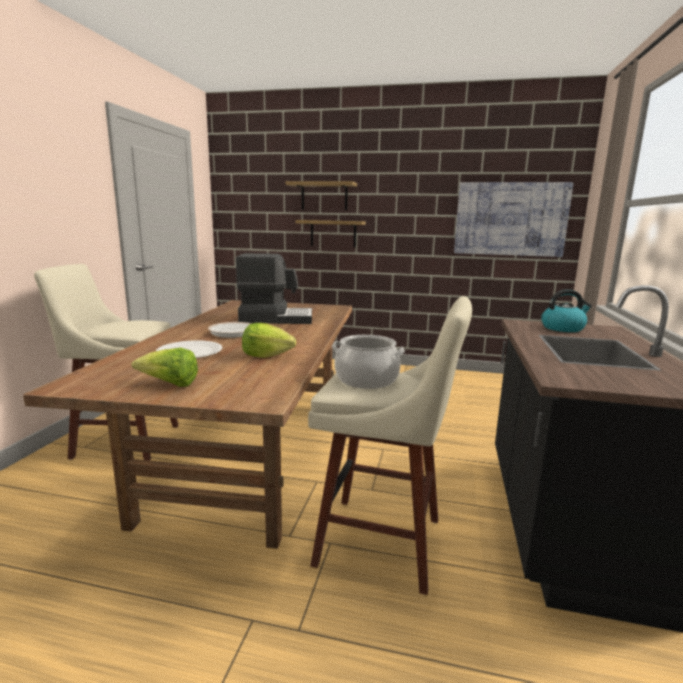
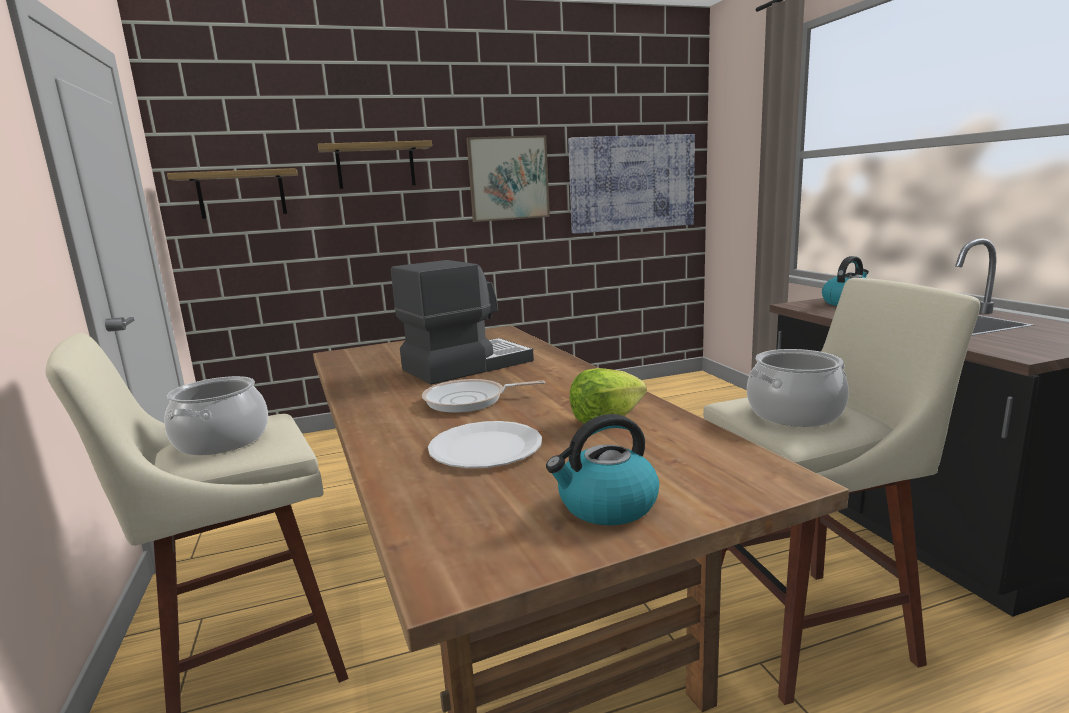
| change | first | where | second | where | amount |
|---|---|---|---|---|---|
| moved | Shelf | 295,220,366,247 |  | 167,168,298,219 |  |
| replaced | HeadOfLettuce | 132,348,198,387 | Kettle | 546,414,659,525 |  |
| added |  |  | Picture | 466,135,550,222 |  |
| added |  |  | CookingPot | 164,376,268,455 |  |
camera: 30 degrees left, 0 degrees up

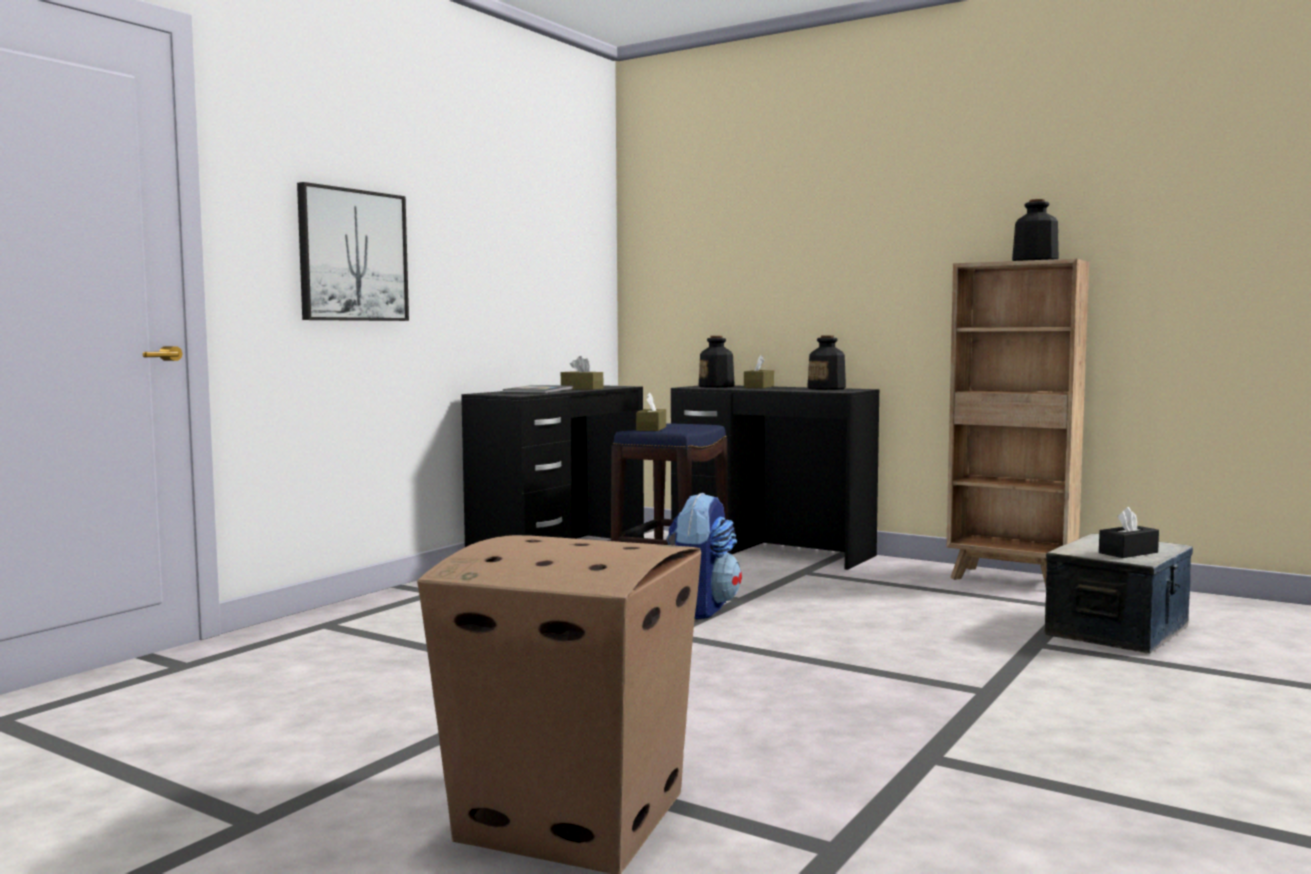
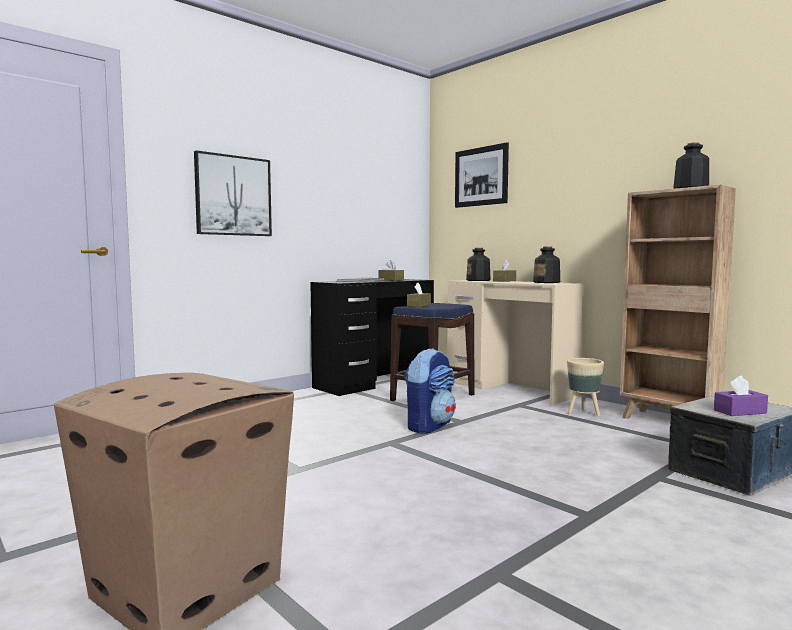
| change | first | where | second | where | amount |
|---|---|---|---|---|---|
| recoloured | BlackDeskTable | 671,385,879,570 | BeigeDeskTable | 447,280,583,406 |  |
| recoloured | BlackTissueHolder | 1099,507,1159,558 | PurplishTissueHolder | 714,376,768,416 |  |
| added |  |  | Picture | 455,142,509,208 |  |
| added |  |  | BeigePlanter | 567,358,604,416 |  |
camera: 15 degrees right, 0 degrees up

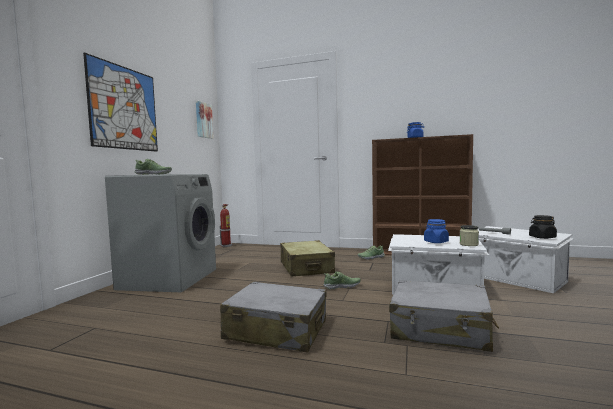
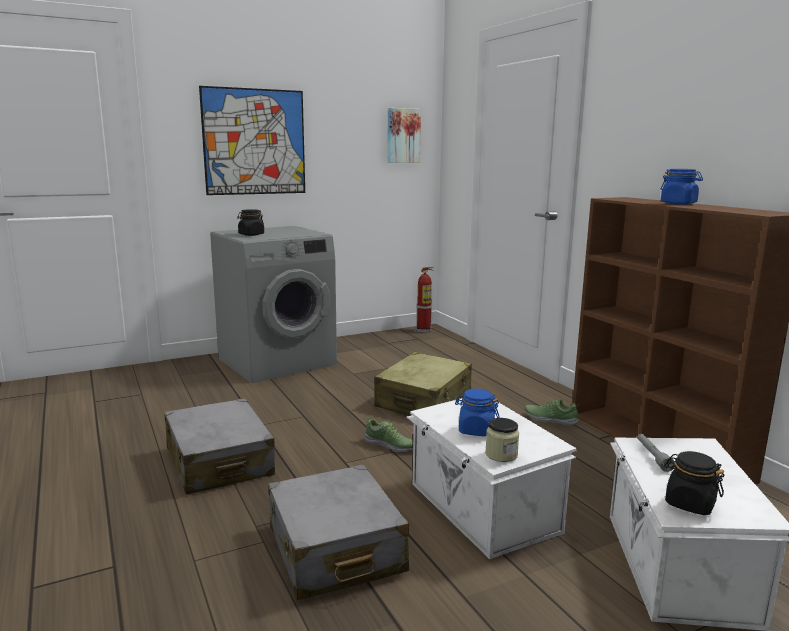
| change | first | where | second | where | amount |
|---|---|---|---|---|---|
| replaced | Shoe | 135,159,172,175 | BlackStorageJar | 237,209,264,236 |  |
camera: 45 degrees right, 10 degrees up

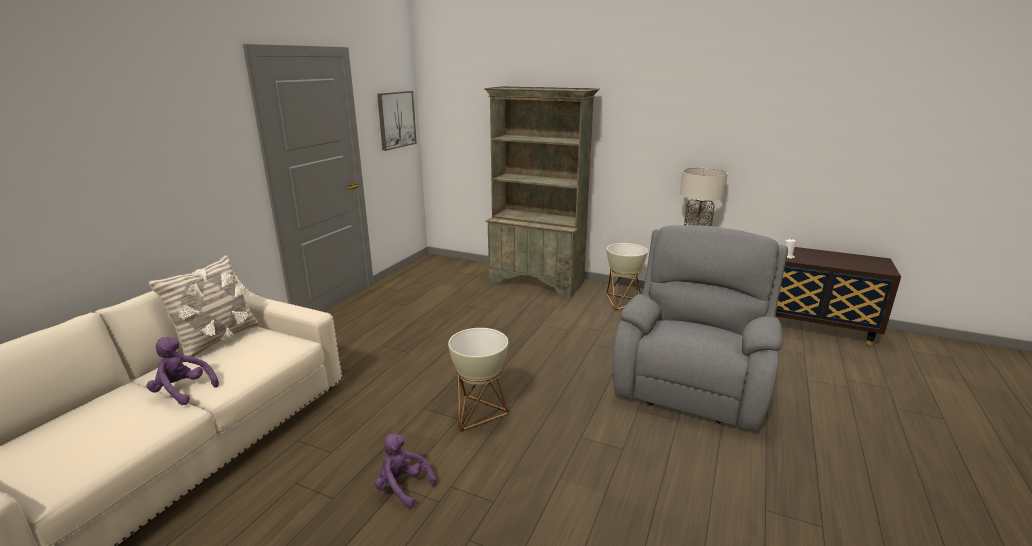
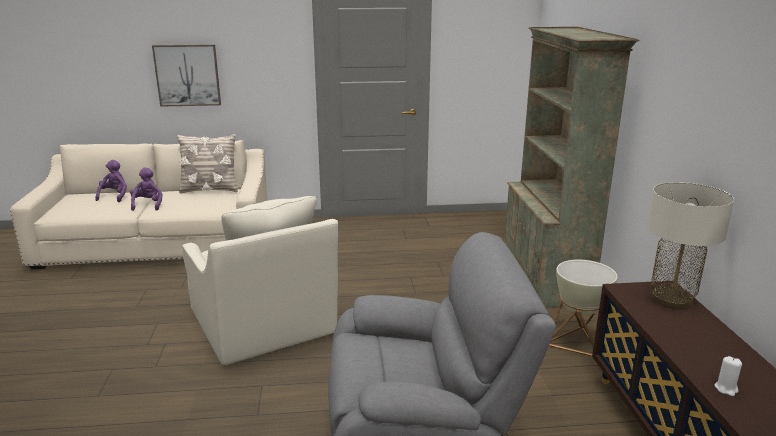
| change | first | where | second | where | amount |
|---|---|---|---|---|---|
| moved | Picture | 377,91,417,151 |  | 152,44,221,107 |  |
| replaced | Planter | 448,328,508,431 | BeigeArmchair | 182,196,338,365 |  |
| moved | PurplishSoftToy | 374,434,437,508 |  | 96,160,127,202 |  |
camera: 60 degrees right, 0 degrees up

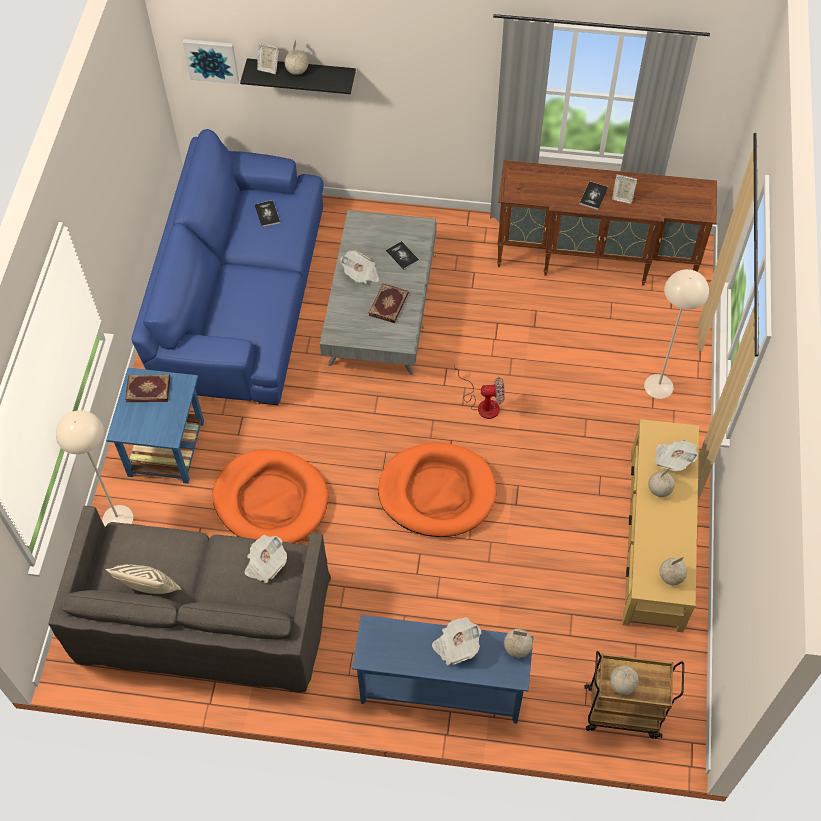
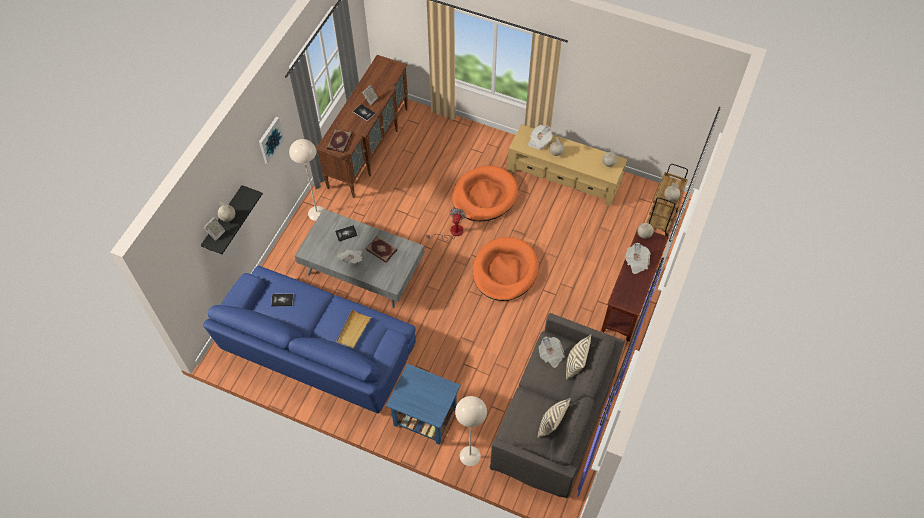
| change | first | where | second | where | amount |
|---|---|---|---|---|---|
| moved | Picture | 183,39,239,84 |  | 259,117,284,164 |  |
| moved | BeigeFloorLamp | 644,269,709,399 |  | 289,139,324,221 |  |
| moved | BoundBook | 125,375,170,402 |  | 327,129,352,153 |  |
| moved | OrangeColouredDogCushion | 212,450,328,543 |  | 452,165,518,221 |  |
| recoloured | BlueHallTable | 352,615,533,724 | BrownHallTable | 601,226,669,342 |  |
| added |  |  | BeigeTray | 336,309,371,349 |  |
| added |  |  | BeigeCushion | 566,335,591,379 |  |
camera: 75 degrees left, 0 degrees up

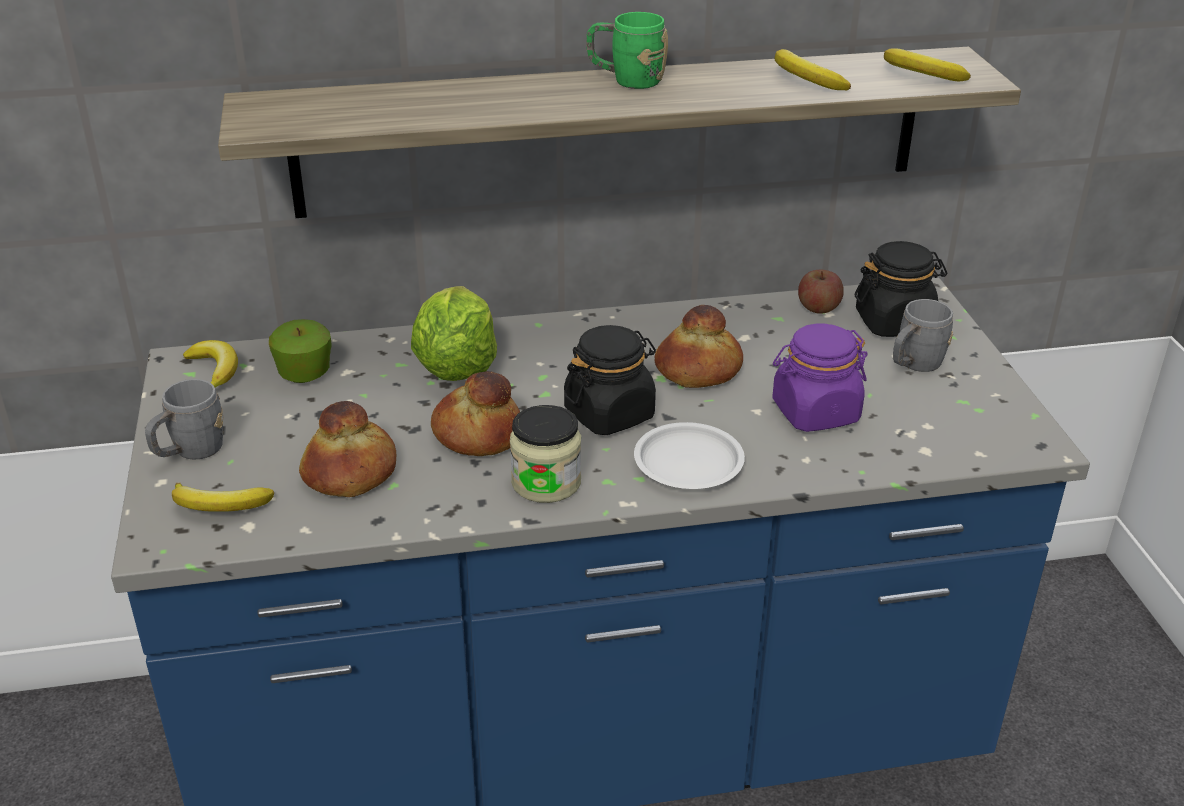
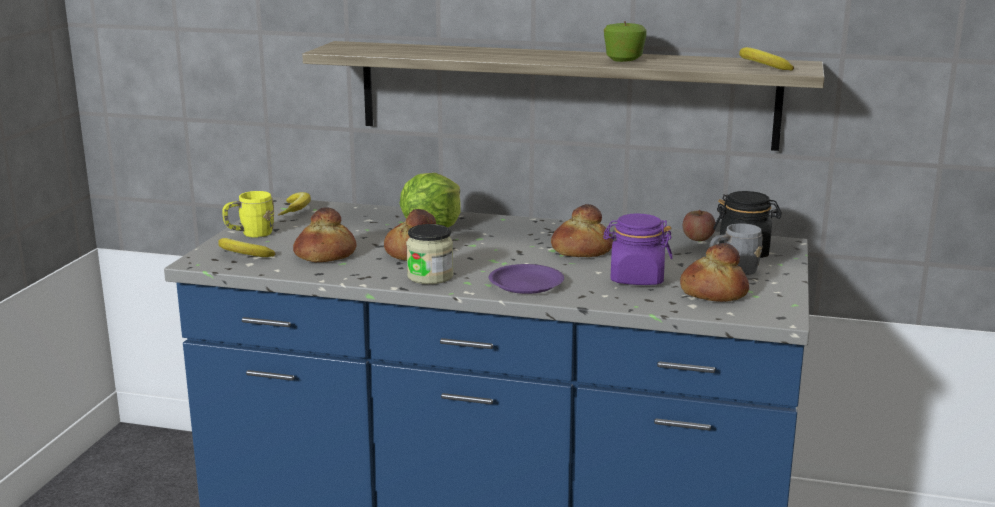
| change | first | where | second | where | amount |
|---|---|---|---|---|---|
| removed | GreenColouredTeaMug | 586,12,668,89 |  |  |  |
| removed | BananaFruit | 775,49,851,90 |  |  |  |
| moved | AppleFruit | 269,319,332,383 |  | 604,21,646,62 |  |
| removed | BlackStorageJar | 564,325,656,435 |  |  |  |
| recoloured | GrayTeaMug | 145,379,223,460 | YellowTeaMug | 222,191,274,238 |  |
| recoloured | WhitishDinnerPlate | 634,422,745,489 | PurplishDinnerPlate | 489,264,564,294 |  |
| added |  |  | BakeryBread | 680,243,749,302 |  |
camera: 25 degrees right, 15 degrees down

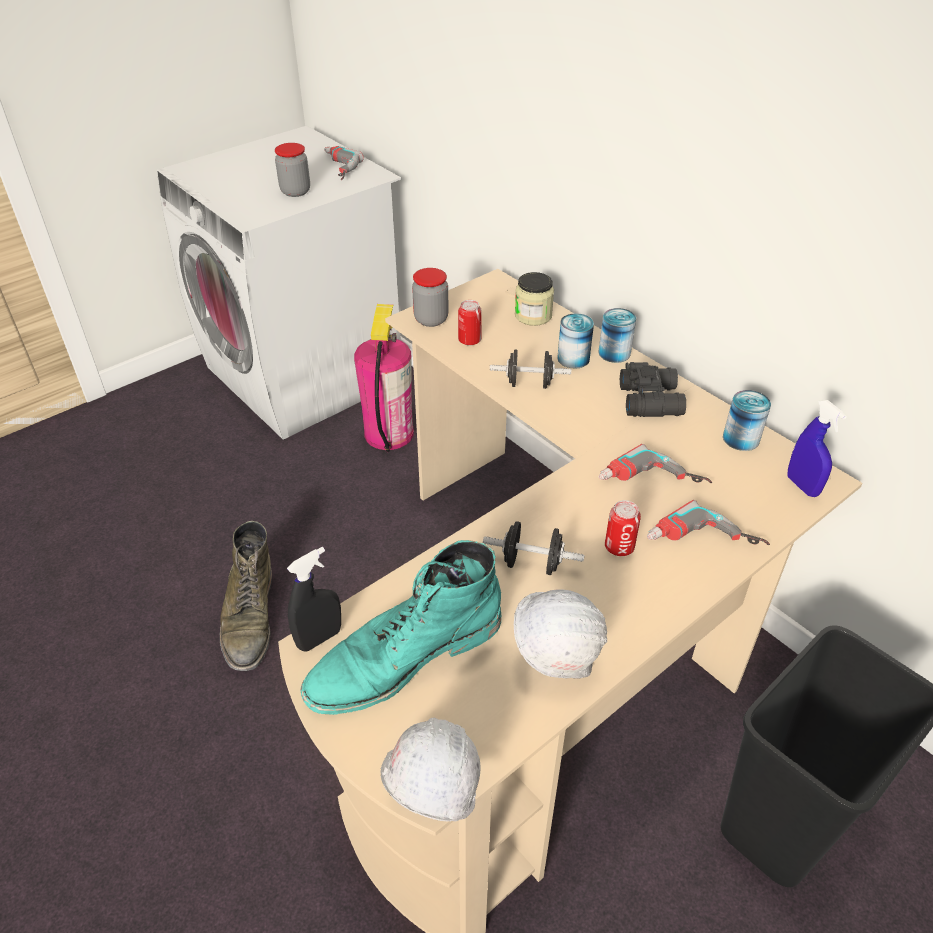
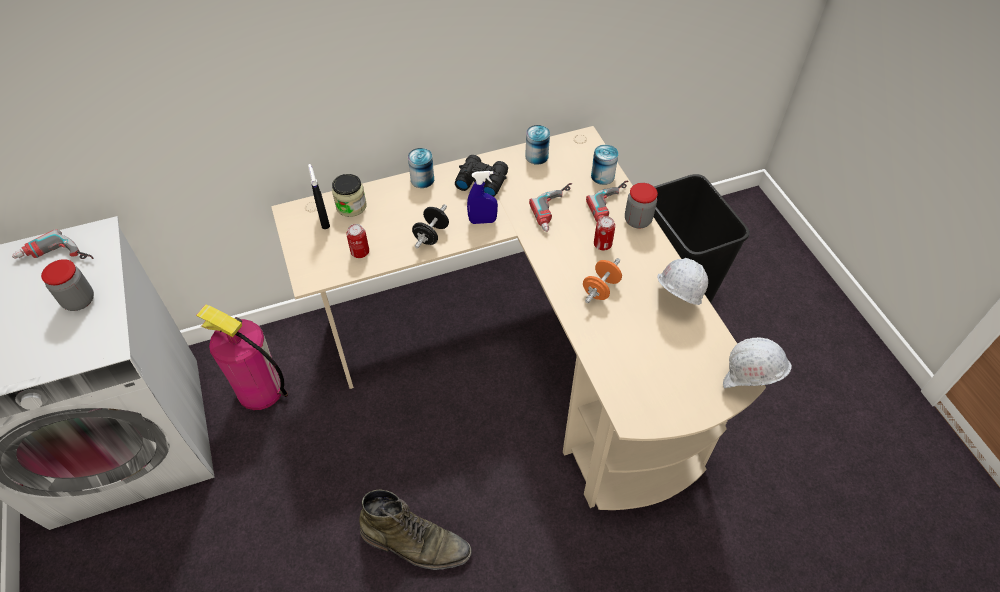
| change | first | where | second | where | amount |
|---|---|---|---|---|---|
| moved | StorageJar | 412,268,449,327 |  | 625,183,658,229 |  |
| moved | SealedCan | 557,313,594,369 |  | 591,145,618,185 |  |
| moved | BlueSprayBottle | 787,400,847,497 |  | 467,171,498,224 |  |
| recoloured | BlackFreeWeight | 483,522,585,575 | OrangeColouredFreeWeight | 583,258,622,303 |  |
| removed | TurquoiseColouredTallBoot | 300,540,501,715 |  |  |  |
| moved | BlackSprayBottle | 287,547,341,652 |  | 308,164,330,229 |  |
camera: 70 degrees left, 10 degrees up

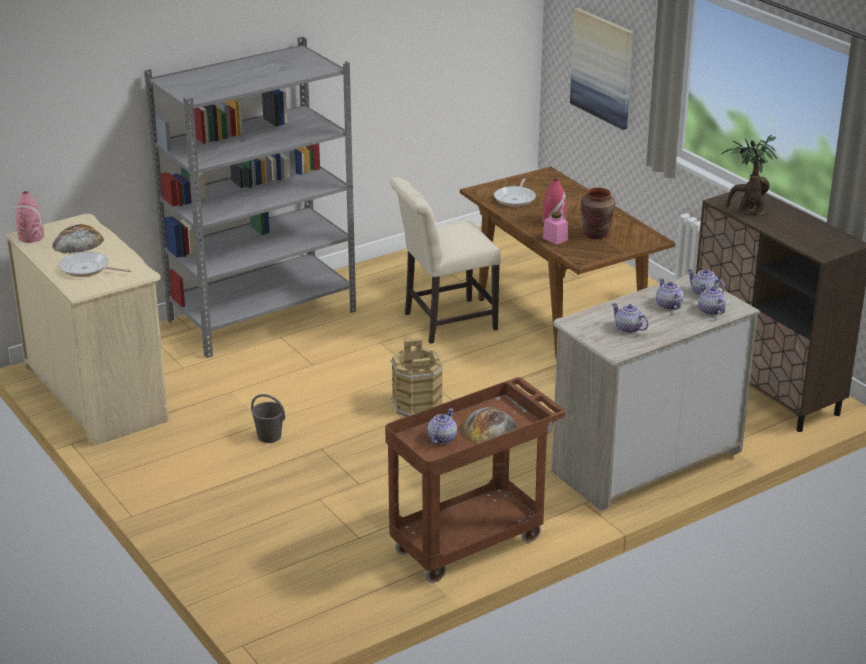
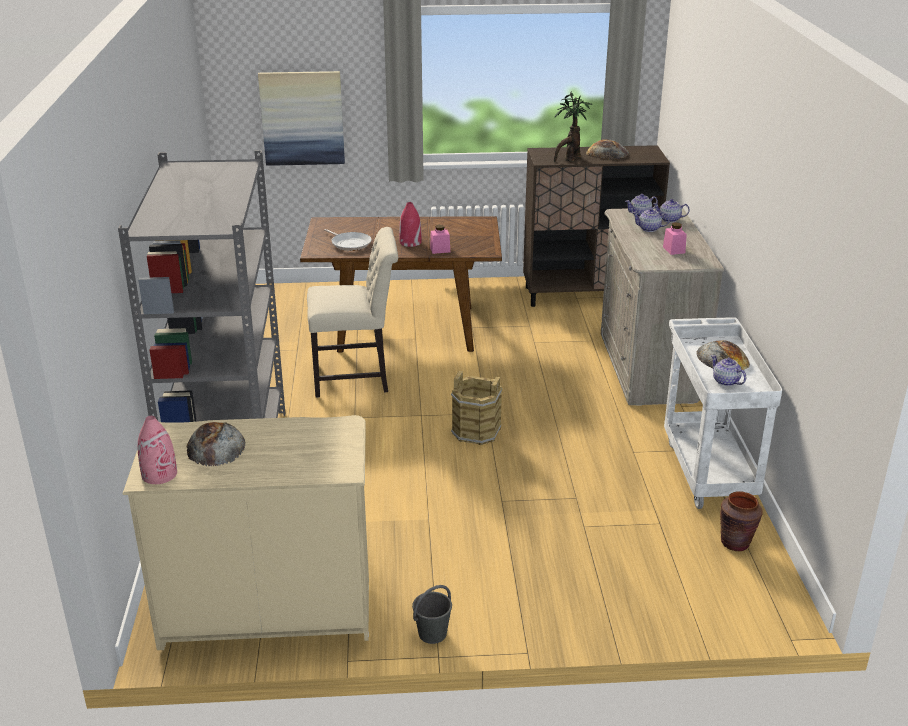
| change | first | where | second | where | amount |
|---|---|---|---|---|---|
| turned | BeigePlainChair | 390,177,501,344 |  | 307,227,398,398 | 105 degrees counterclockwise |
| moved | BrownDecorativeVase | 581,187,615,239 |  | 720,491,763,551 |  |
| removed | Pan | 59,252,132,277 |  |  |  |
| replaced | PotForTea | 611,303,649,333 | PinkishStorageJar | 663,222,687,255 |  |
| recoloured | BrownTrolley | 385,377,566,583 | WhitishTrolley | 664,317,782,509 |  |
| moved | GrayBucket | 251,394,285,443 |  | 412,585,452,644 |  |
| added |  |  | BakeryBread | 586,139,629,159 |  |
camera: 60 degrees left, 0 degrees up

